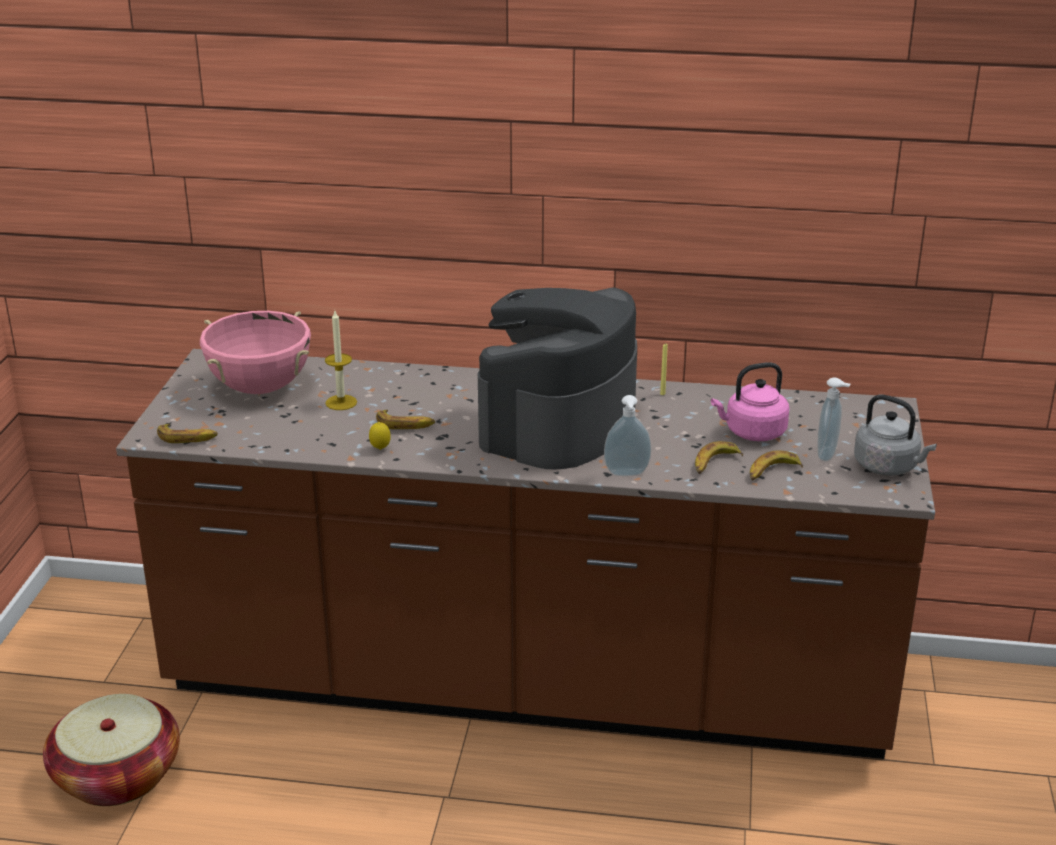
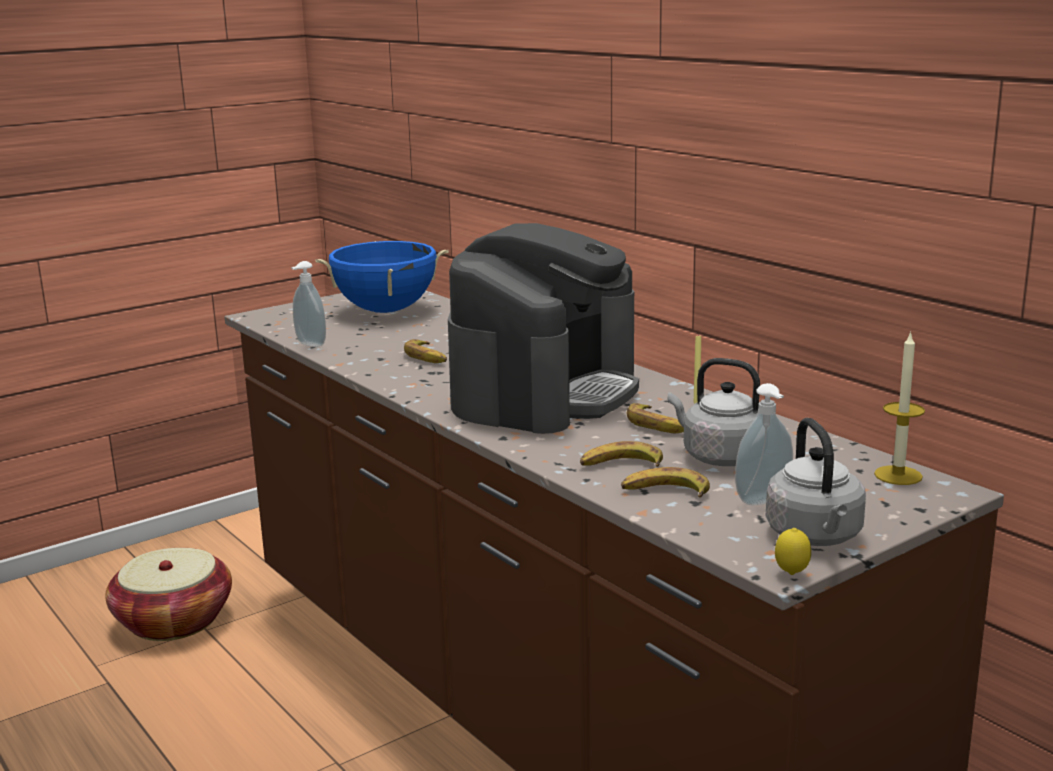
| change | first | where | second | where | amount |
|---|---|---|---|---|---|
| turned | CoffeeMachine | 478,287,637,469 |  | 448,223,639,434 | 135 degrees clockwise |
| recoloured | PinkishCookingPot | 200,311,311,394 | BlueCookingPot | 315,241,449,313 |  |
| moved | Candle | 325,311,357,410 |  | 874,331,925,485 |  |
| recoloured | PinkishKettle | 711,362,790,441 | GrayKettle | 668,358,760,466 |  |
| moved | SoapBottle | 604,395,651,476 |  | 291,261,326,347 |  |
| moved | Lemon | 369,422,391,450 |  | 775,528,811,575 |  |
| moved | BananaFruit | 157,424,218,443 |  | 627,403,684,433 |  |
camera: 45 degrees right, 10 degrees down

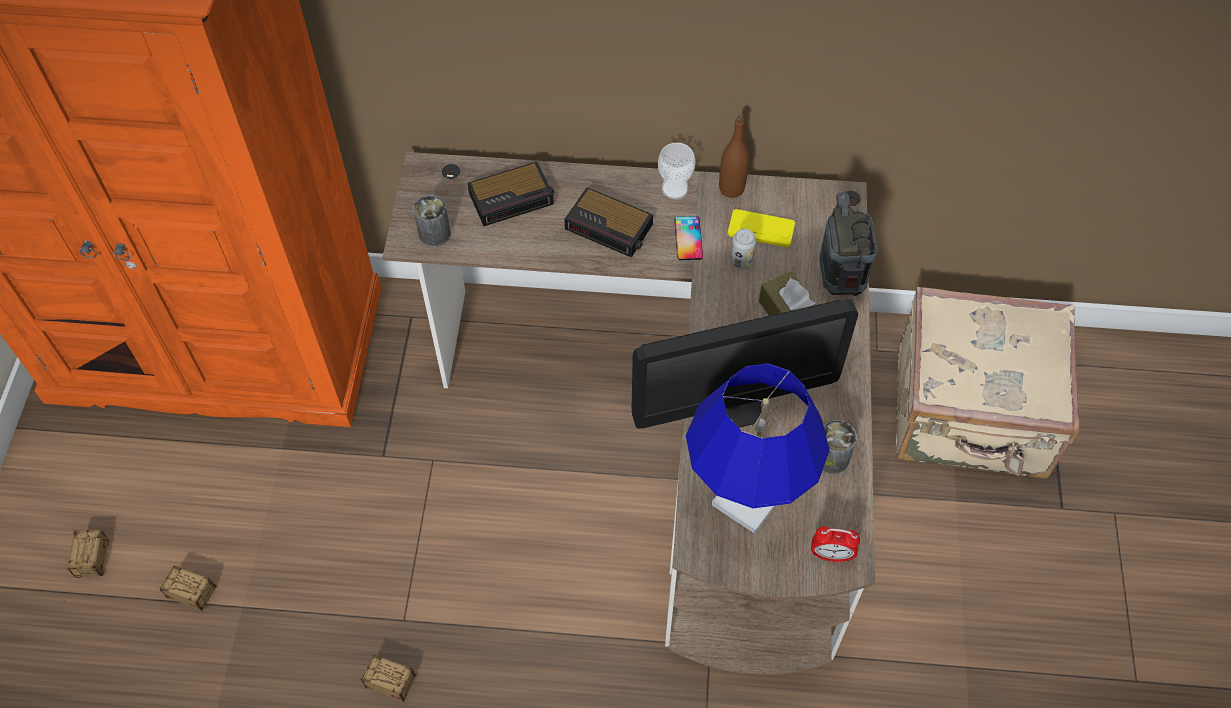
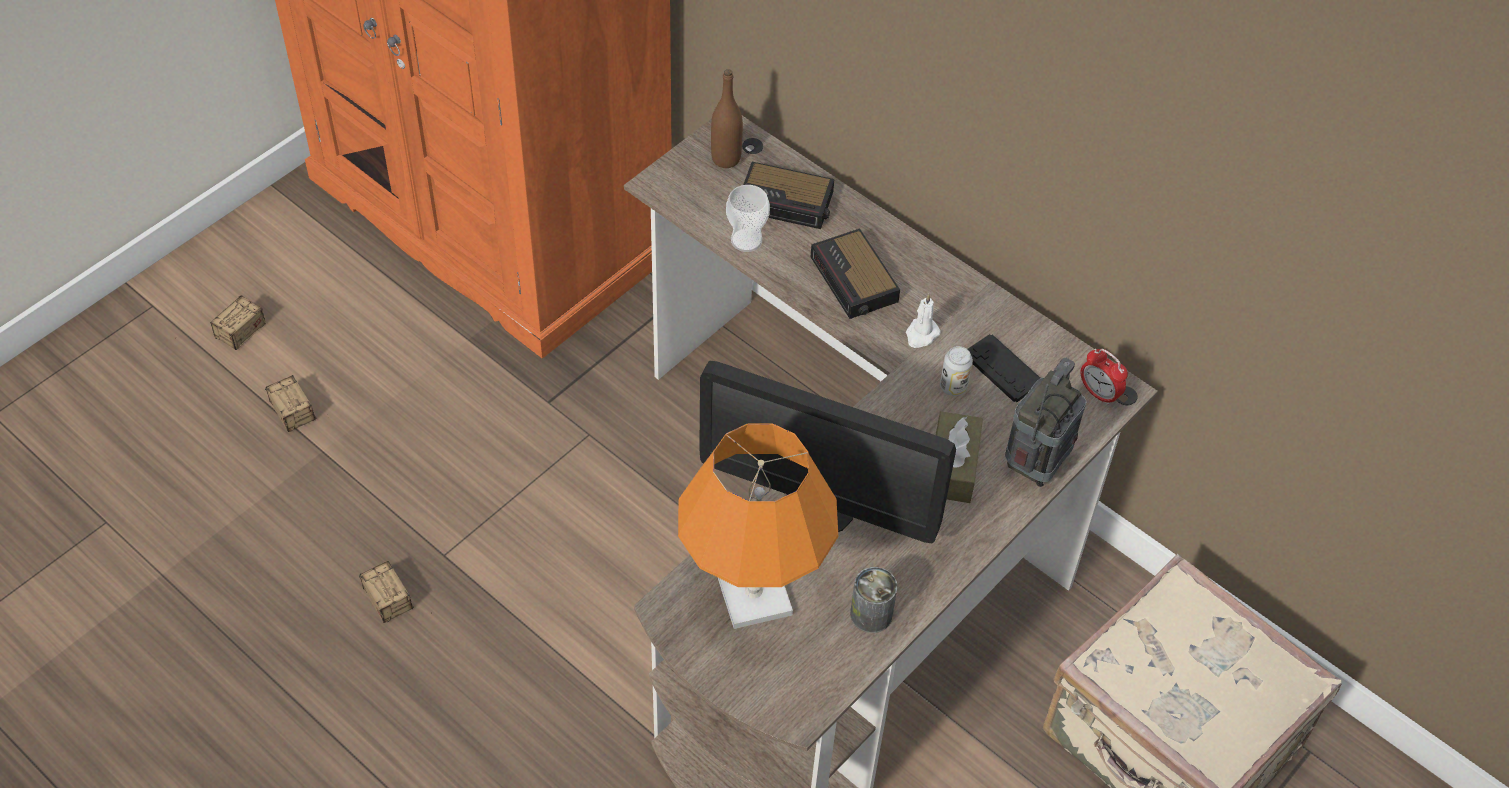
| change | first | where | second | where | amount |
|---|---|---|---|---|---|
| moved | BrownDrinkBottle | 719,116,749,198 |  | 711,69,743,168 |  |
| moved | SmallCup | 658,143,696,199 |  | 726,185,770,252 |  |
| removed | SealedCan | 413,195,450,247 |  |  |  |
| recoloured | YellowGameController | 728,209,795,248 | BlackGameController | 968,334,1040,402 |  |
| replaced | Handset | 674,216,703,260 | WhitishCandle | 906,294,940,348 |  |
| recoloured | BlueTableLamp | 686,363,829,534 | OrangeColouredTableLamp | 678,423,838,629 |  |
| moved | AlarmClock | 811,526,860,562 |  | 1081,349,1128,405 |  |
camera: 35 degrees right, 5 degrees down

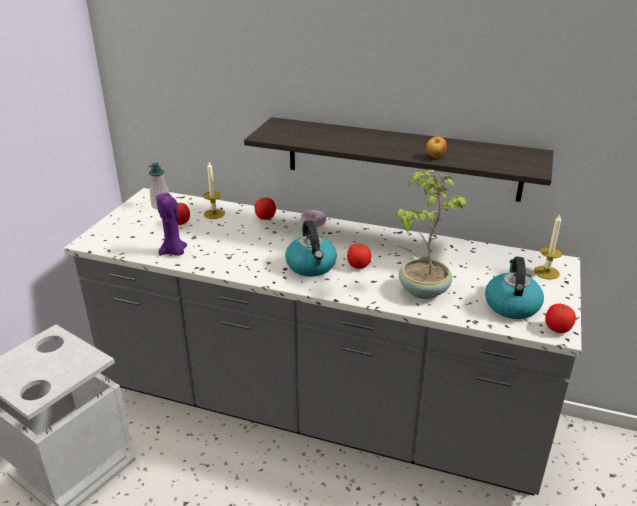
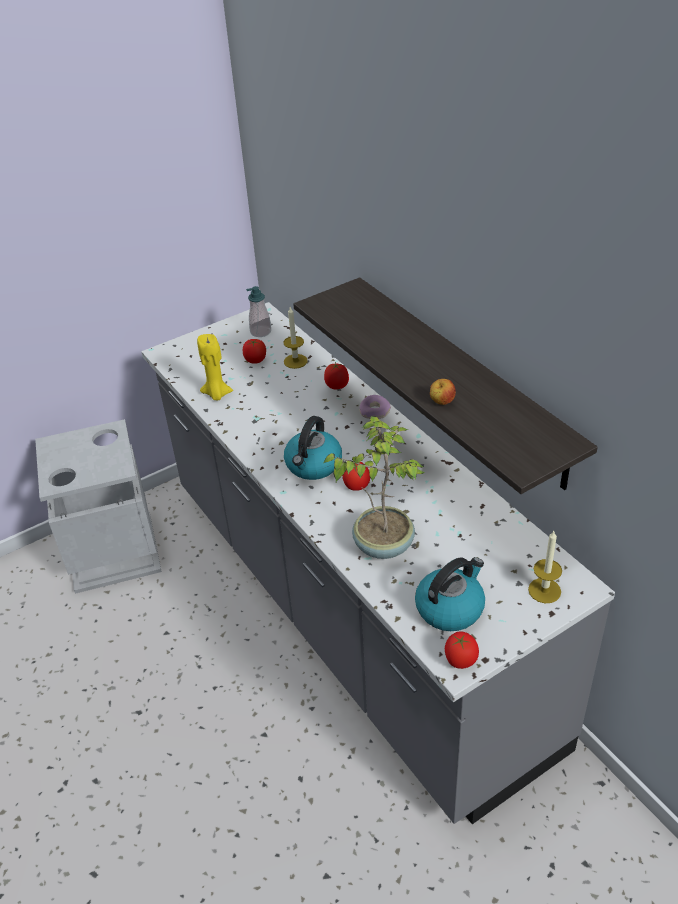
| change | first | where | second | where | amount |
|---|---|---|---|---|---|
| recoloured | PurplishCandle | 157,193,187,256 | YellowCandle | 197,334,233,400 |  |
camera: 40 degrees right, 10 degrees up

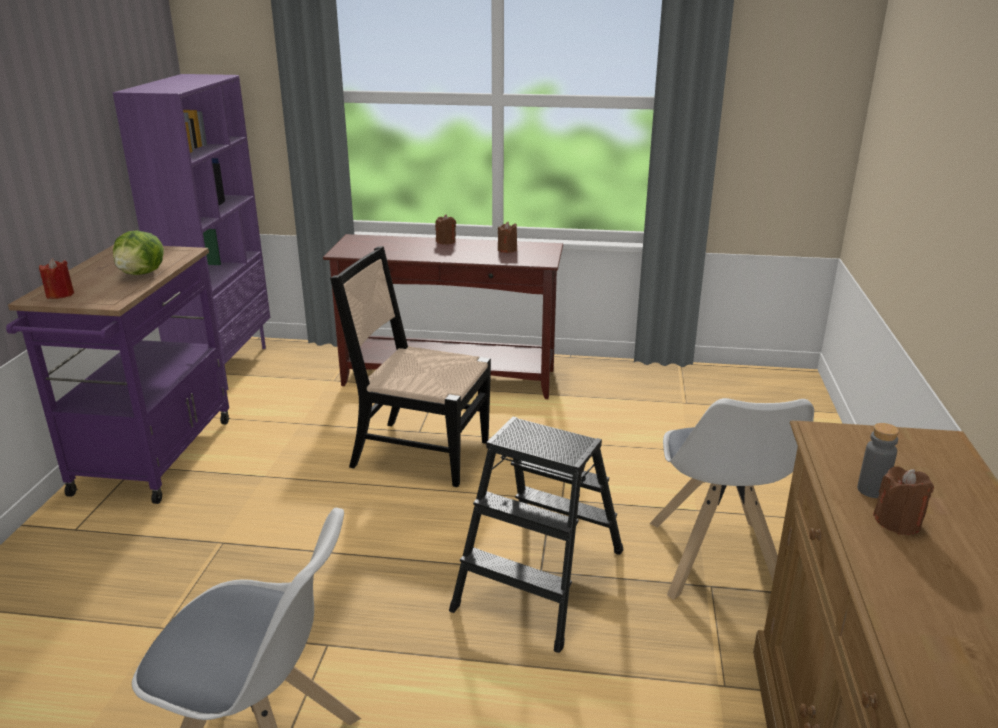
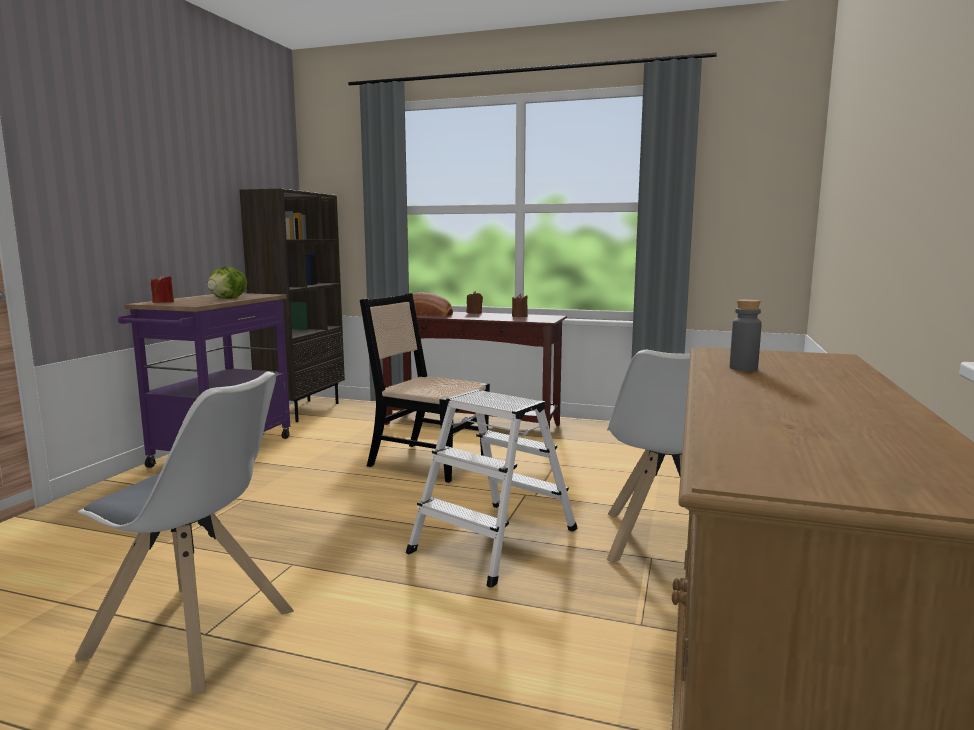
| change | first | where | second | where | amount |
|---|---|---|---|---|---|
| recoloured | PurplishShelvingUnit | 113,74,270,390 | BrownShelvingUnit | 240,189,345,422 |  |
| recoloured | BlackStepStool | 449,416,623,653 | WhitishStepStool | 406,389,578,588 |  |
| removed | BrownCandle | 873,467,934,535 |  |  |  |
| added |  |  | BakeryBread | 413,292,453,317 |  |
camera: 10 degrees right, 15 degrees down

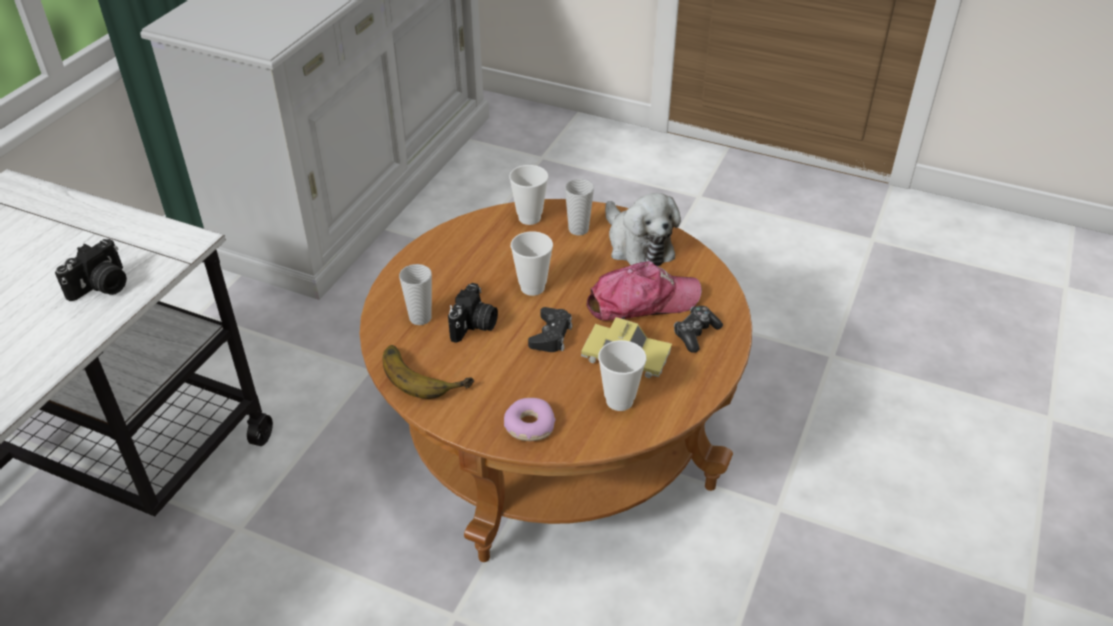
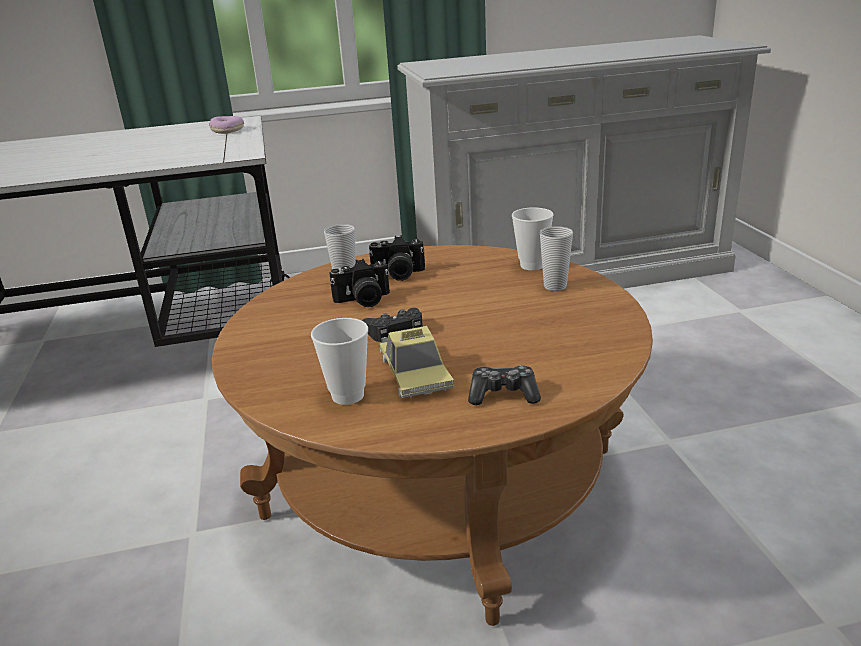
| change | first | where | second | where | amount |
|---|---|---|---|---|---|
| removed | SoftToy | 605,193,681,266 |  |  |  |
| removed | SmallCup | 511,231,553,296 |  |  |  |
| moved | StillCamera | 55,239,127,301 |  | 369,235,425,281 |  |
| removed | BaseballCap | 586,261,702,321 |  |  |  |
| removed | BananaFruit | 383,345,474,399 |  |  |  |
| moved | RingDoughnut | 504,398,555,441 |  | 209,116,244,134 |  |
camera: 55 degrees right, 15 degrees down

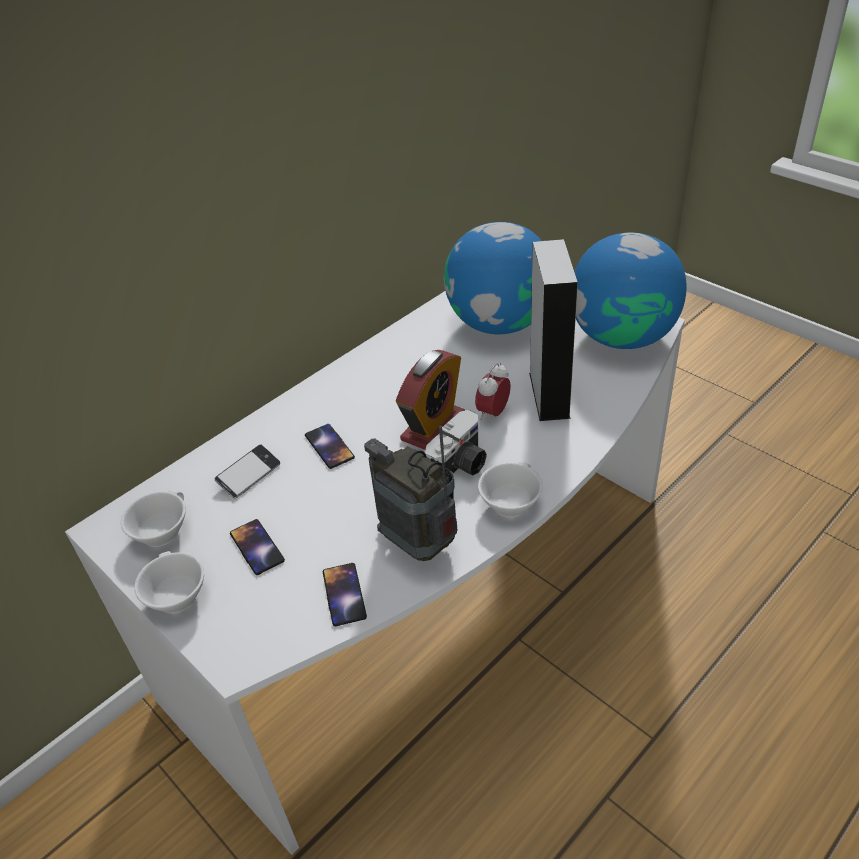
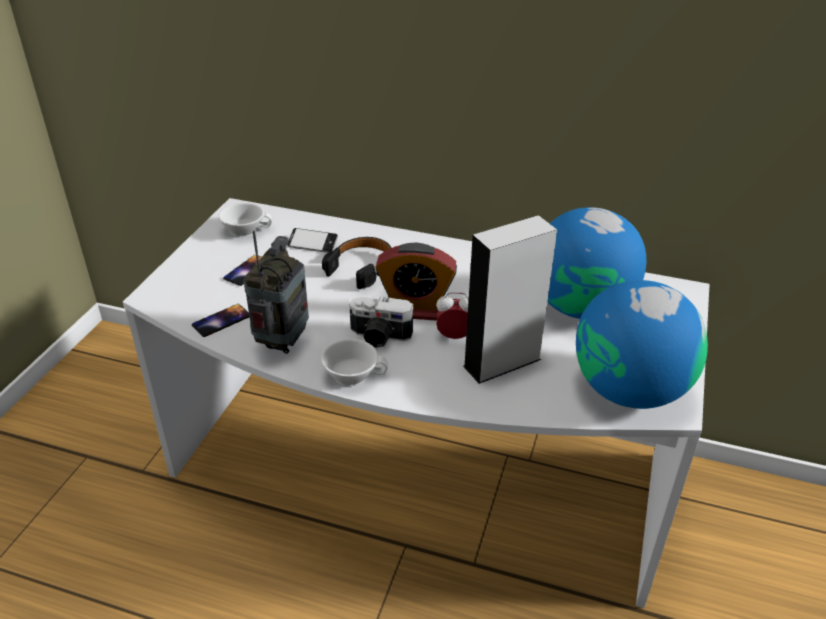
| change | first | where | second | where | amount |
|---|---|---|---|---|---|
| replaced | Handset | 305,424,355,469 | BlackHeadphones | 322,237,391,289 |  |
| removed | WhitishSmallCup | 134,551,204,614 |  |  |  |
camera: 60 degrees right, 5 degrees down

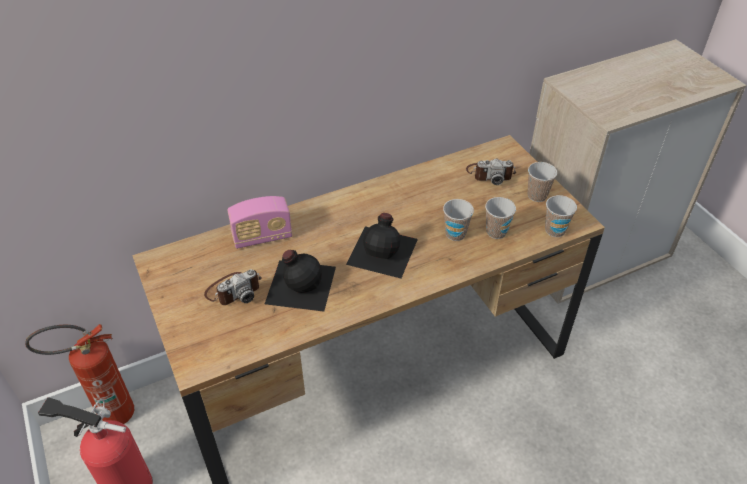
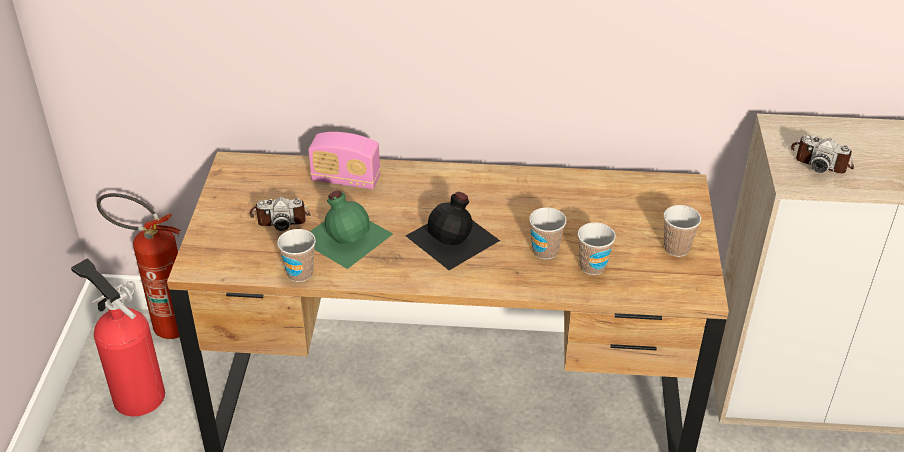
| change | first | where | second | where | amount |
|---|---|---|---|---|---|
| moved | StillCamera | 466,159,516,185 |  | 791,135,854,174 |  |
| moved | SmallCup | 545,195,577,237 |  | 277,229,316,282 |  |
| recoloured | BlackDrinkBottle | 265,250,336,312 | GreenColouredDrinkBottle | 310,191,393,269 |  |
camera: 30 degrees right, 5 degrees down

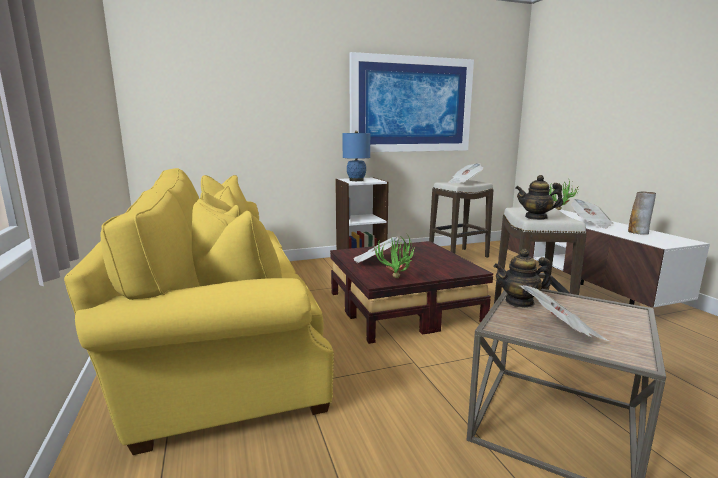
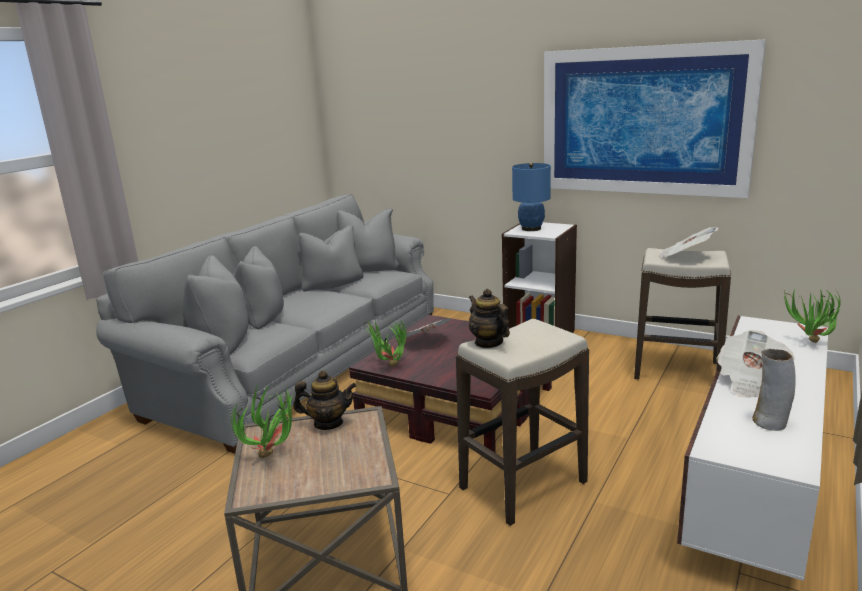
| change | first | where | second | where | amount |
|---|---|---|---|---|---|
| recoloured | YellowCouch | 64,168,334,455 | GrayCouch | 96,194,434,454 |  |
| turned | PotForTea | 494,249,552,308 |  | 293,370,356,430 | 135 degrees clockwise |
| replaced | Newspaper | 519,285,609,341 | PottedPlant | 231,383,296,458 |  |
camera: 50 degrees right, 5 degrees up

